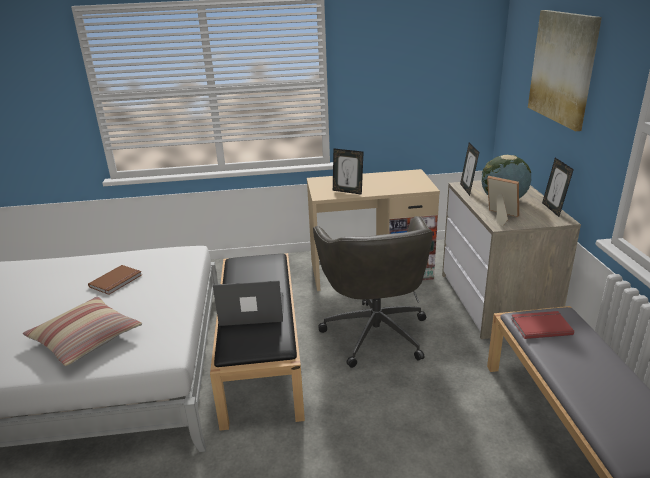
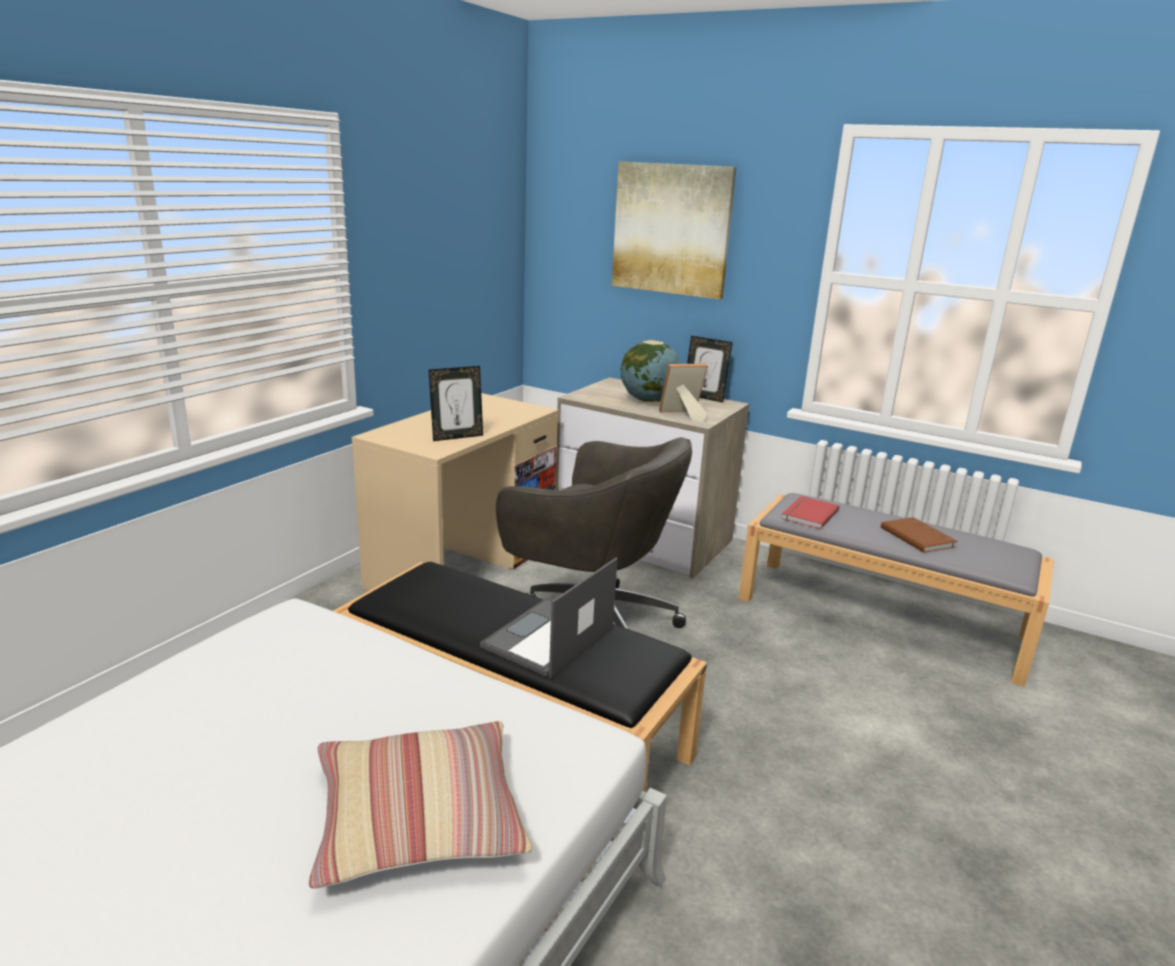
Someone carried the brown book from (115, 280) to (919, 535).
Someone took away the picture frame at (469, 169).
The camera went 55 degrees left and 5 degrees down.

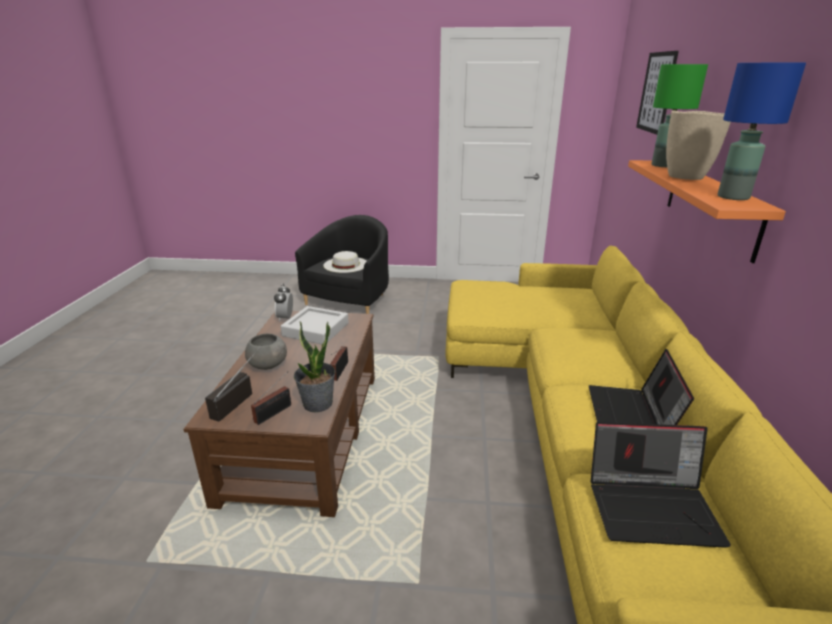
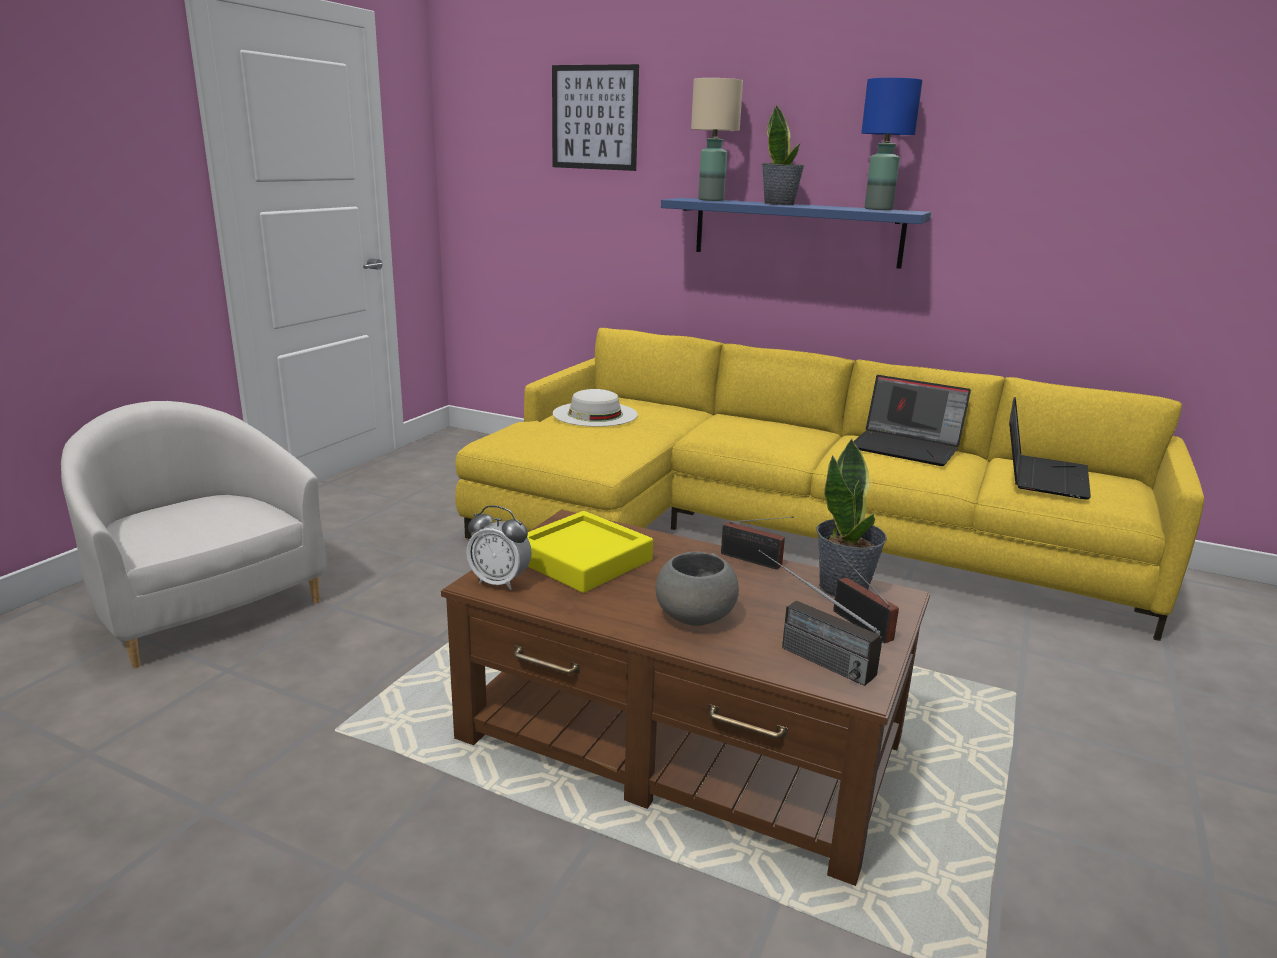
Someone repainted the black armchair at (342, 264), which became the white armchair at (193, 534).
Someone repainted the grey tray at (314, 325), which became the yellow tray at (590, 552).
Someone carried the white hat from (345, 262) to (595, 408).
Someone repainted the orange shelf at (707, 211), which became the blue shelf at (796, 233).
Someone repainted the green table lamp at (680, 115), which became the beige table lamp at (717, 139).
Someone swapped the beige vase at (698, 145) for the potted plant at (783, 155).
The camera went 70 degrees left and 5 degrees down.

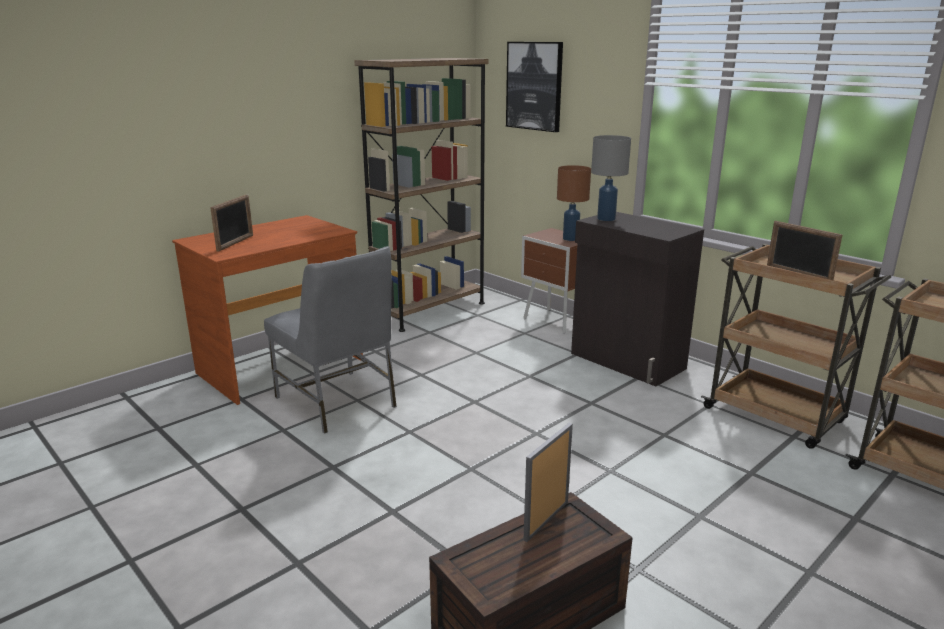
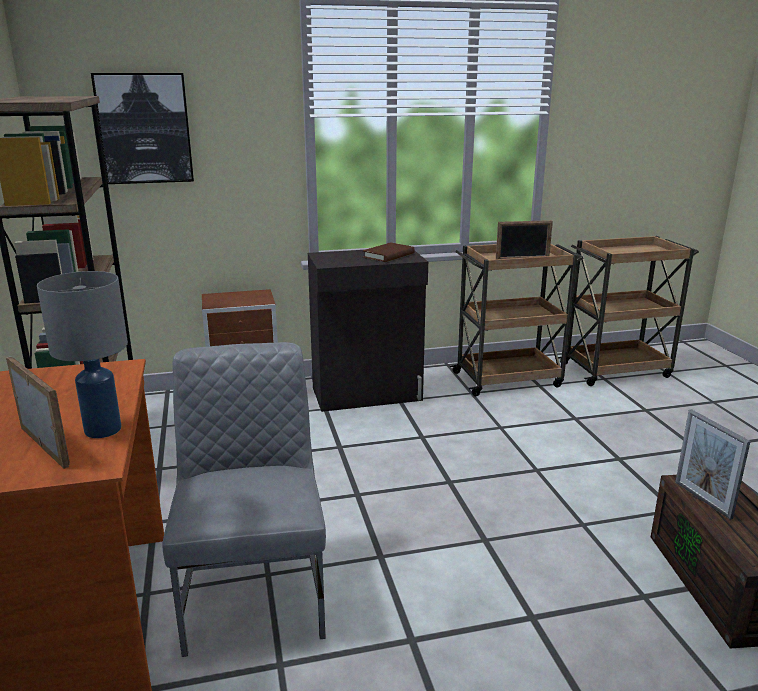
Someone carried the grey table lamp from (611, 178) to (82, 354).
Someone rotated the grey chair at (330, 340) by 90 degrees counterclockwise.
Someone put down the brown book at (389, 252).
Someone took away the brown table lamp at (574, 203).
The camera went 60 degrees left and 0 degrees up.

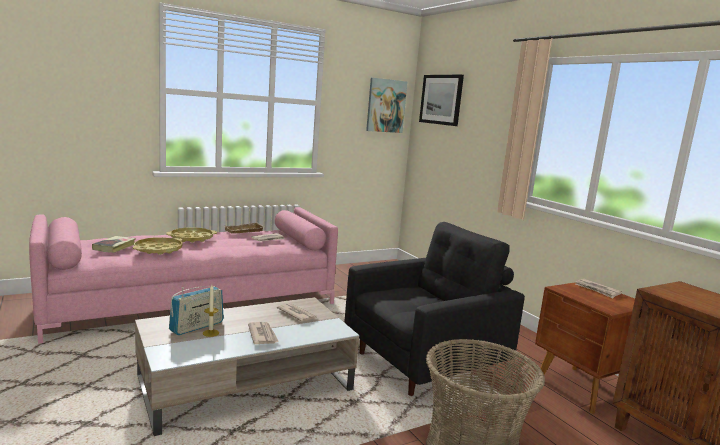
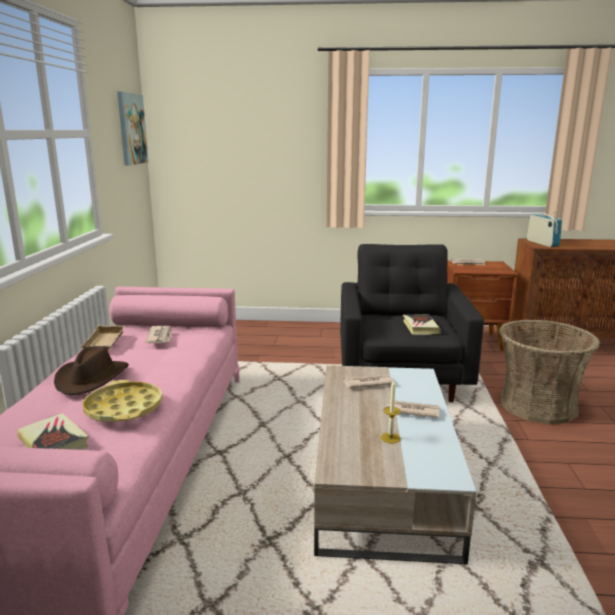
Someone swapped the yellow tray at (191, 235) for the brown hat at (91, 370).
Someone put down the book at (422, 324).
Someone carried the radio from (196, 310) to (544, 229).
Someone took away the picture at (441, 100).
The camera went 55 degrees left and 5 degrees up.

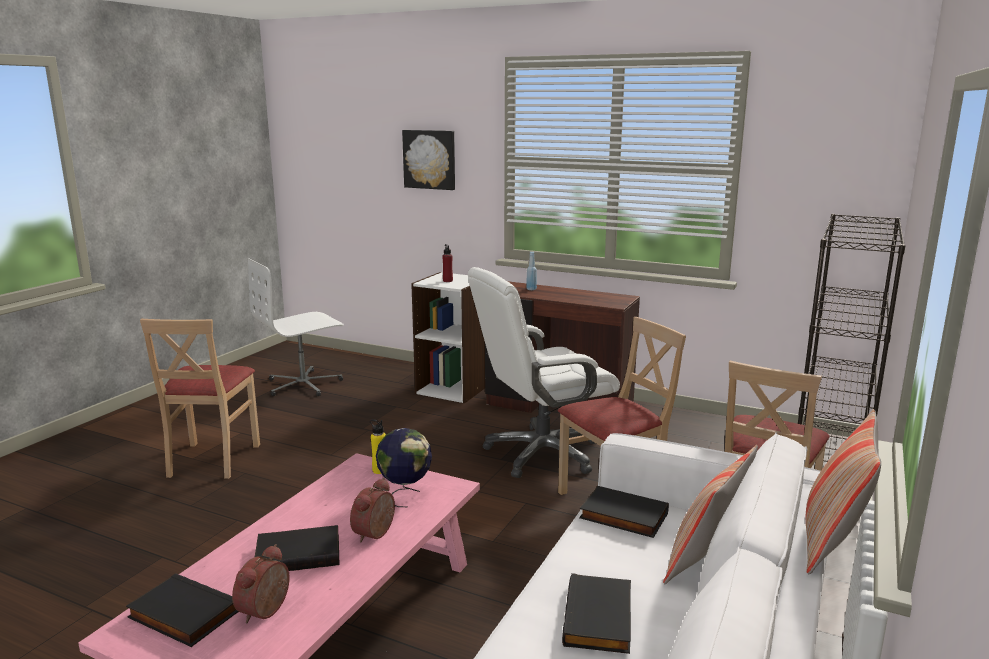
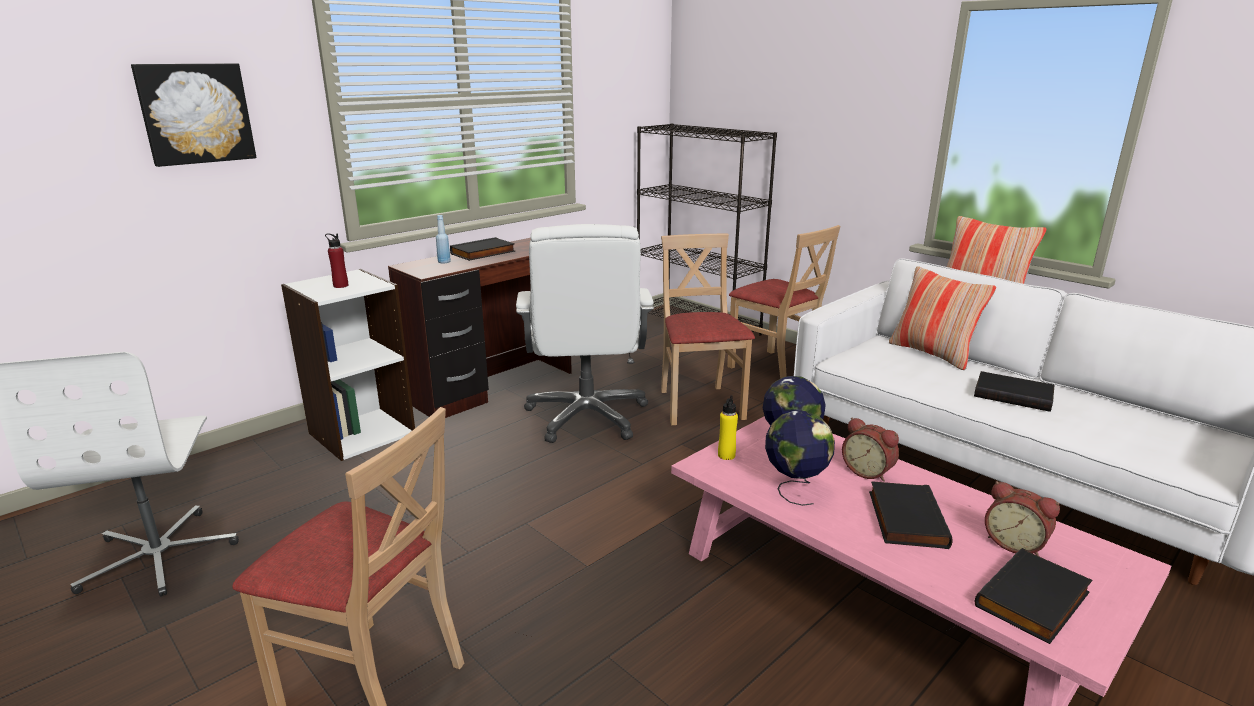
Someone carried the black book from (624, 512) to (482, 249).
Someone put down the globe at (800, 458).
The camera went 70 degrees left and 5 degrees up.

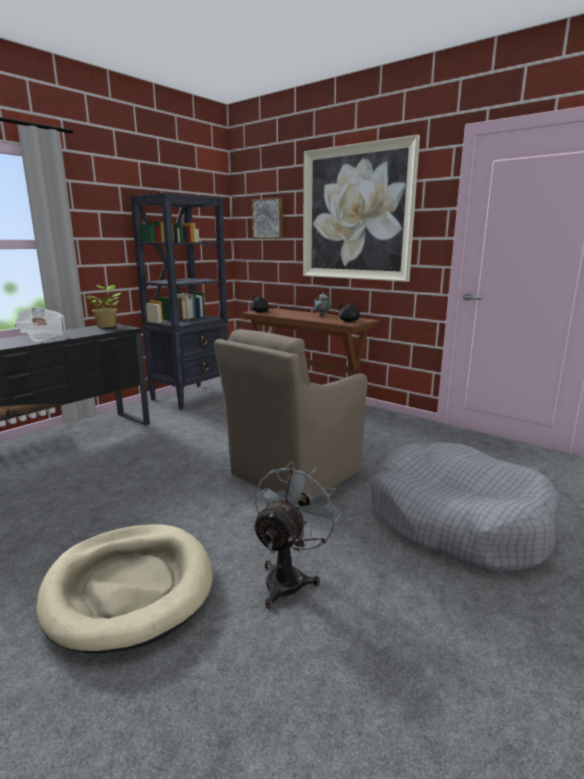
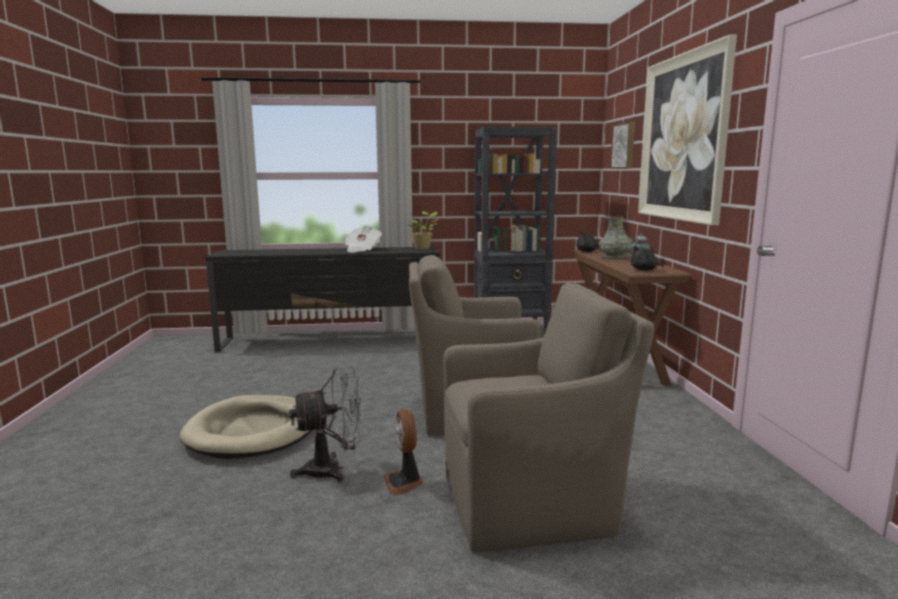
Someone put down the fan at (404, 452).
Someone swapped the grey dog bed at (465, 507) for the brown armchair at (548, 417).
Someone put down the grey vase at (616, 238).
The camera went 45 degrees right and 5 degrees down.

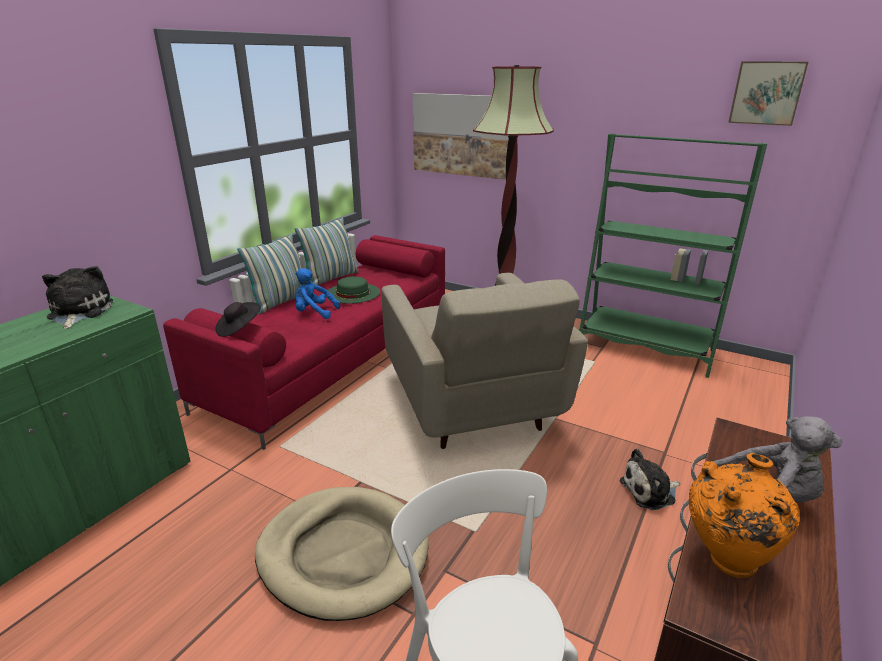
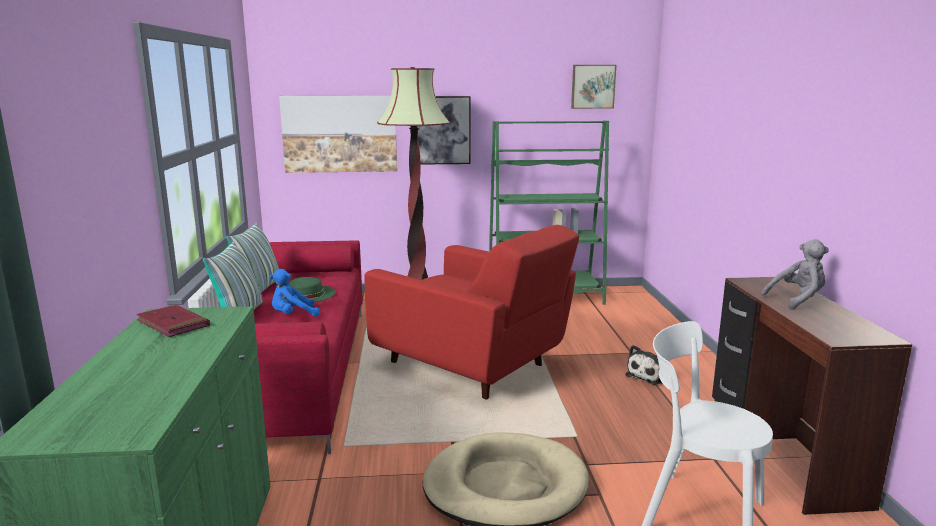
Someone swapped the plush toy at (77, 297) for the red book at (173, 321).
Someone repainted the beige armchair at (485, 361), which became the red armchair at (471, 312).
Someone put up the picture at (444, 130).
Someone took away the black hat at (238, 319).
Someone took away the orange vase at (744, 515).
The camera went 35 degrees left and 10 degrees down.

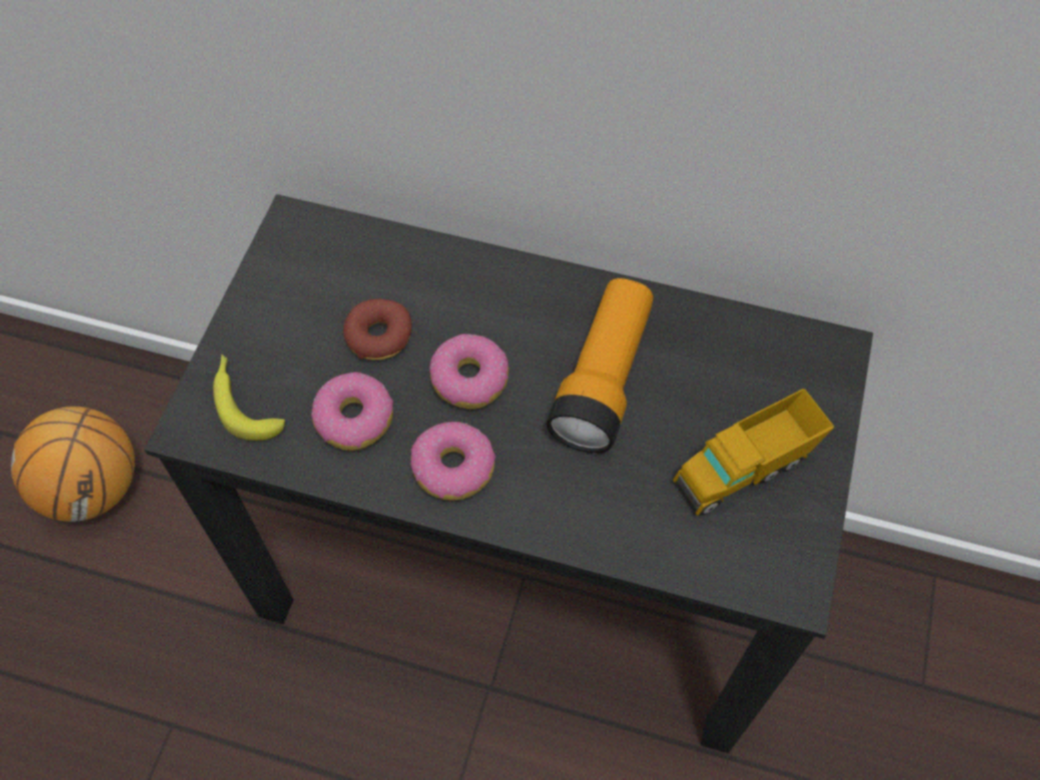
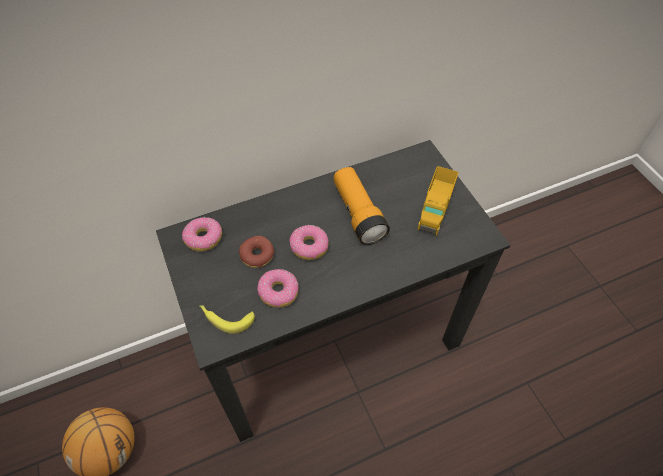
Someone carried the donut from (453, 461) to (202, 234).
The camera went 40 degrees left and 5 degrees down.

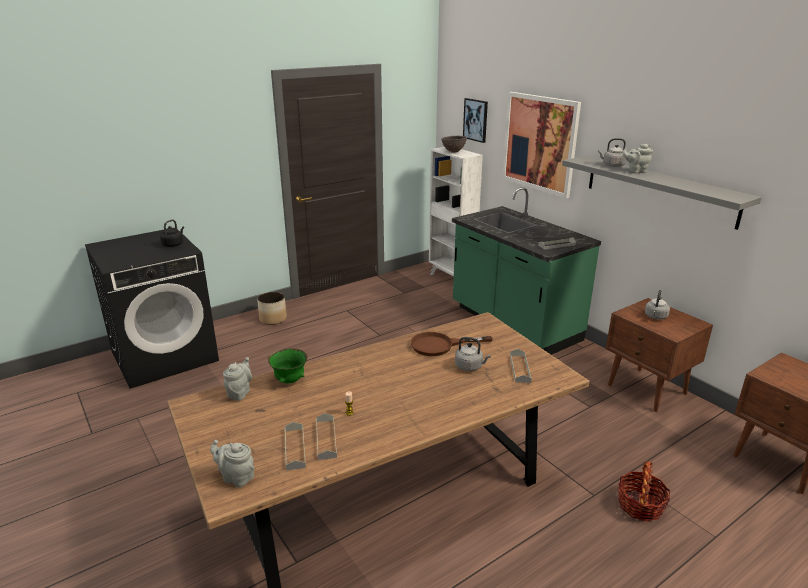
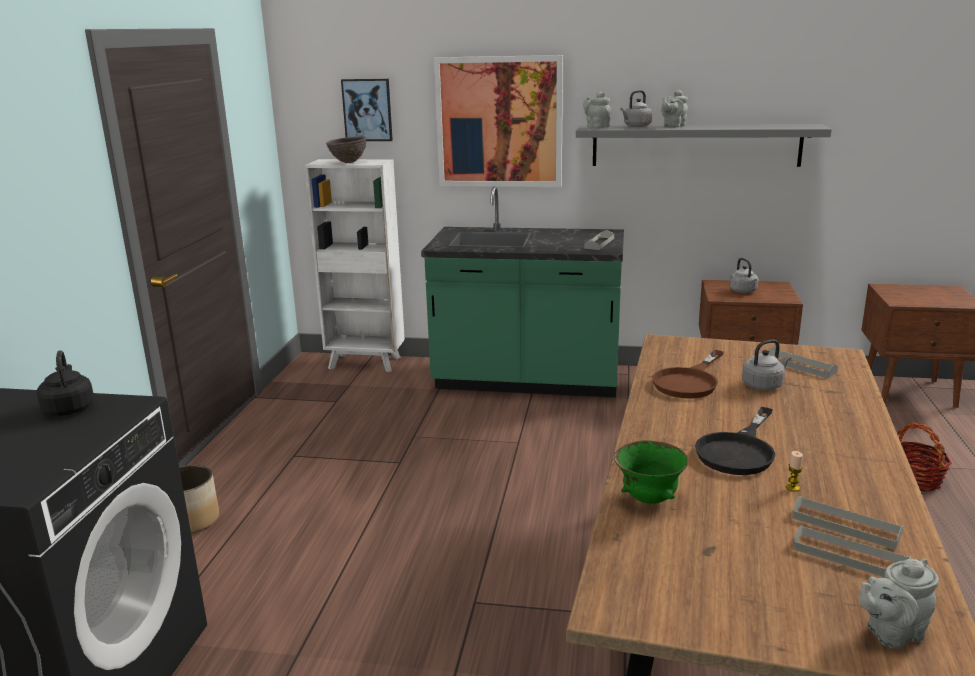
Someone carried the grey teapot from (237, 379) to (597, 110).
Someone put down the black frying pan at (735, 441).
The camera went 45 degrees left and 5 degrees down.

